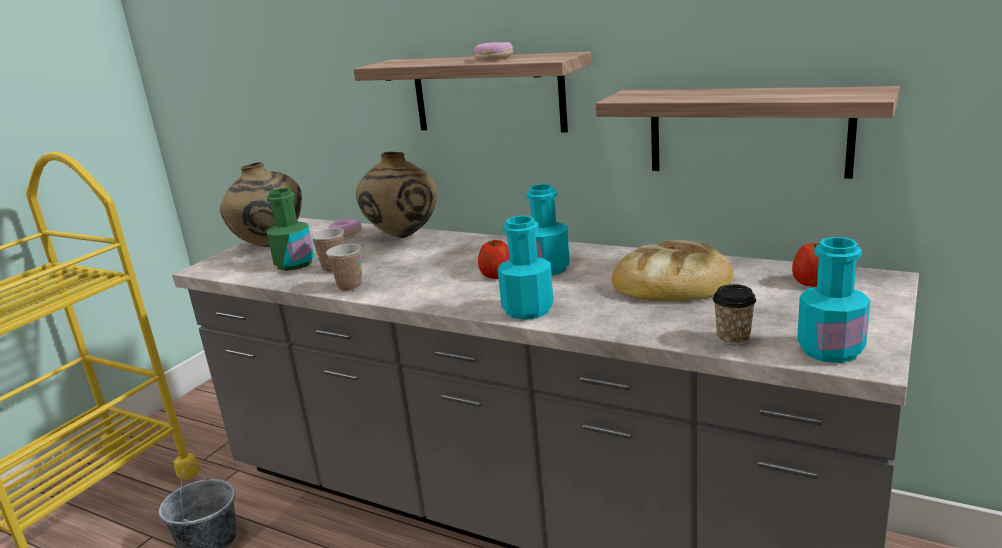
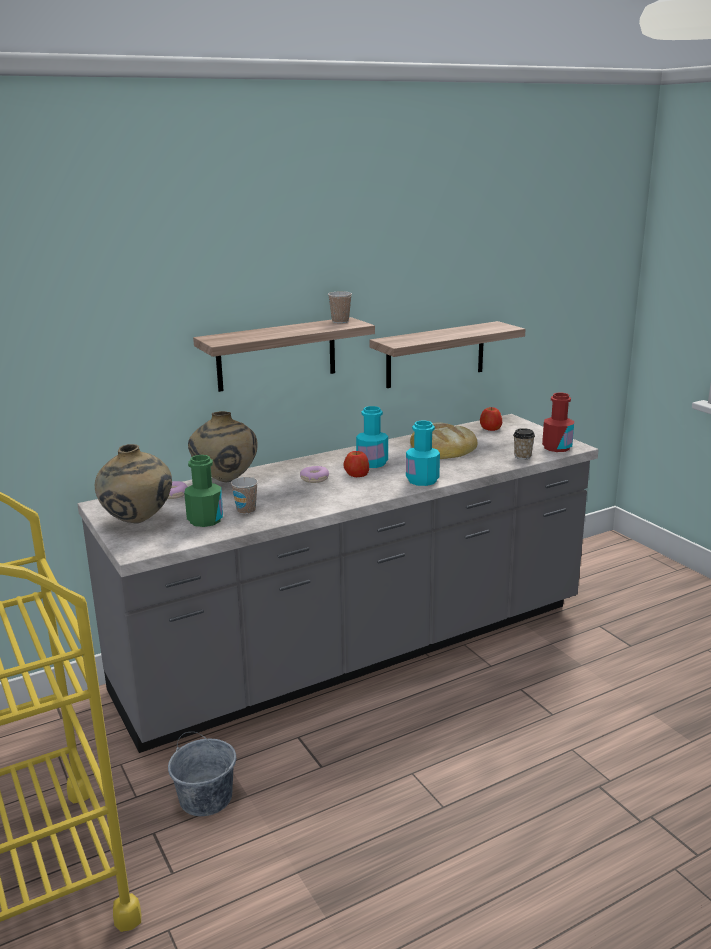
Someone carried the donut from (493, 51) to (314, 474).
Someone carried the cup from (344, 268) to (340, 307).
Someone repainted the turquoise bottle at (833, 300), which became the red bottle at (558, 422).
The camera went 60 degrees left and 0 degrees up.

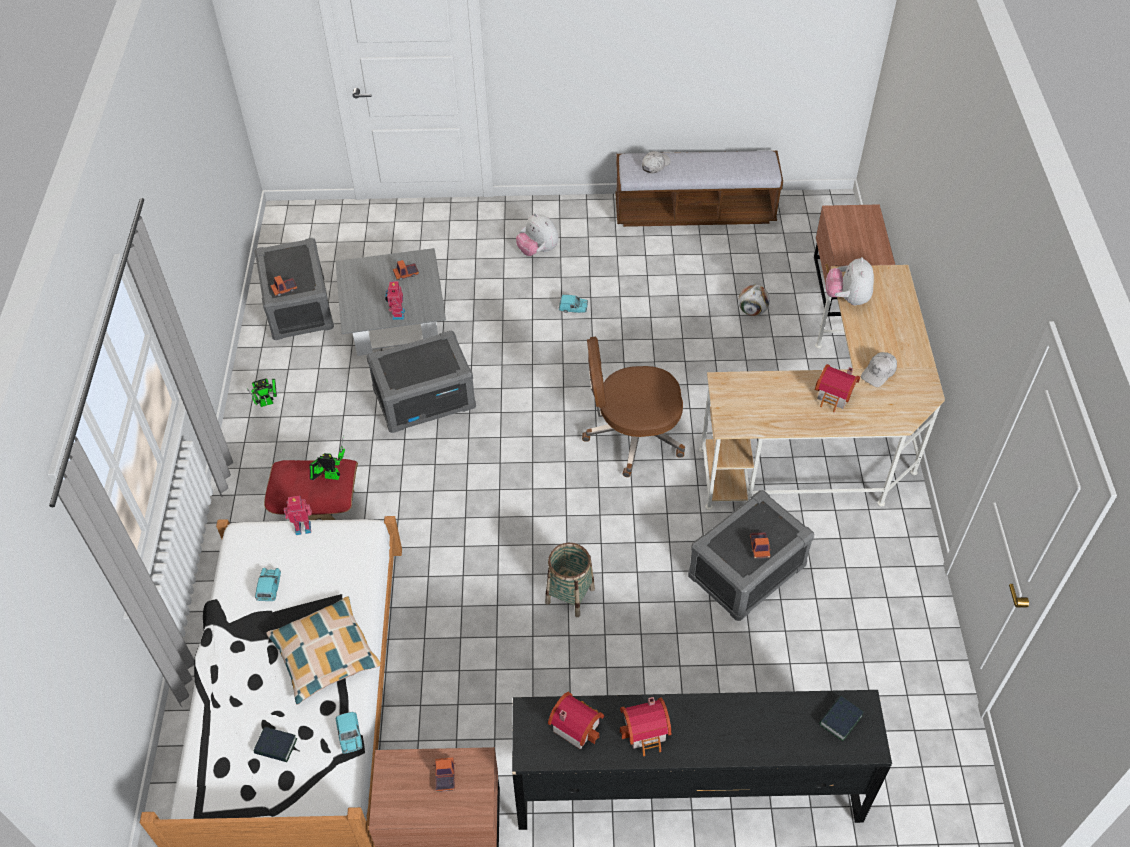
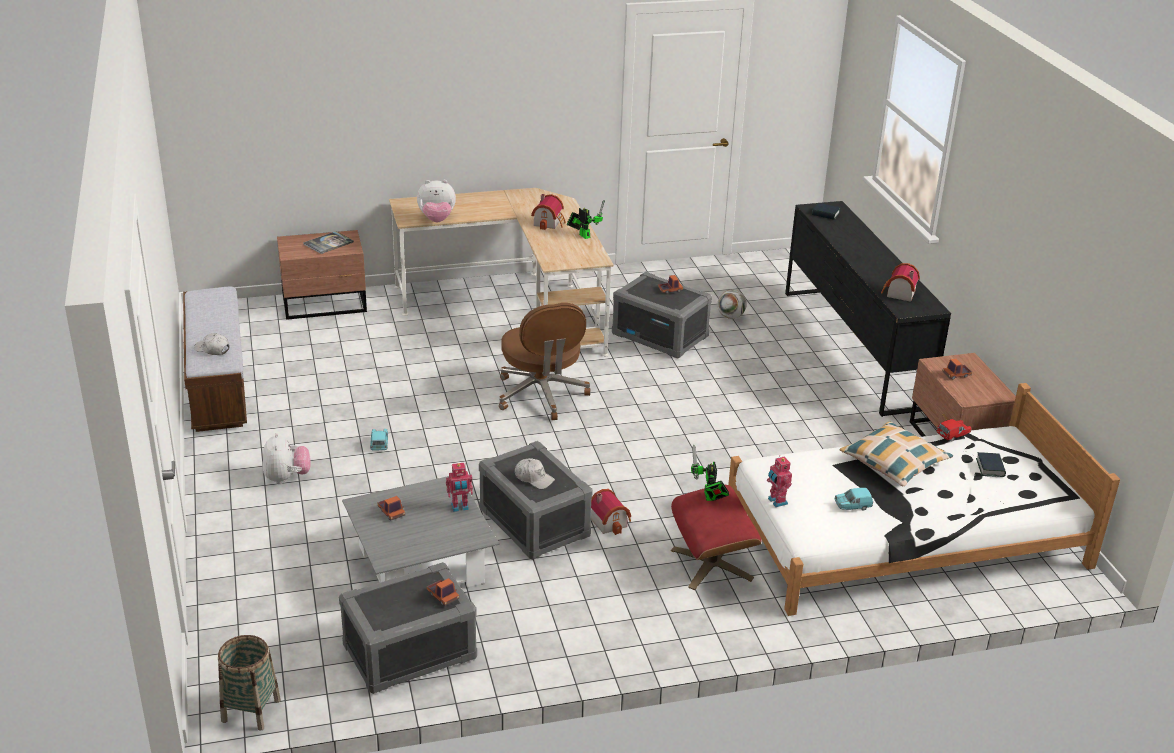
Someone carried the basket from (570, 580) to (249, 682).
Someone rotated the plush toy at (537, 234) by 45 degrees counterclockwise.
Someone put down the book at (328, 242).
Someone carried the white cap from (879, 369) to (535, 473).
Someone carried the toy robot from (262, 392) to (586, 219).
Someone carried the toy house from (645, 726) to (611, 512).
Someone carried the football from (754, 300) to (732, 304).
Someone repainted the turquoise toy car at (349, 733), which became the red toy car at (954, 430).
The camera went 105 degrees left and 20 degrees down.

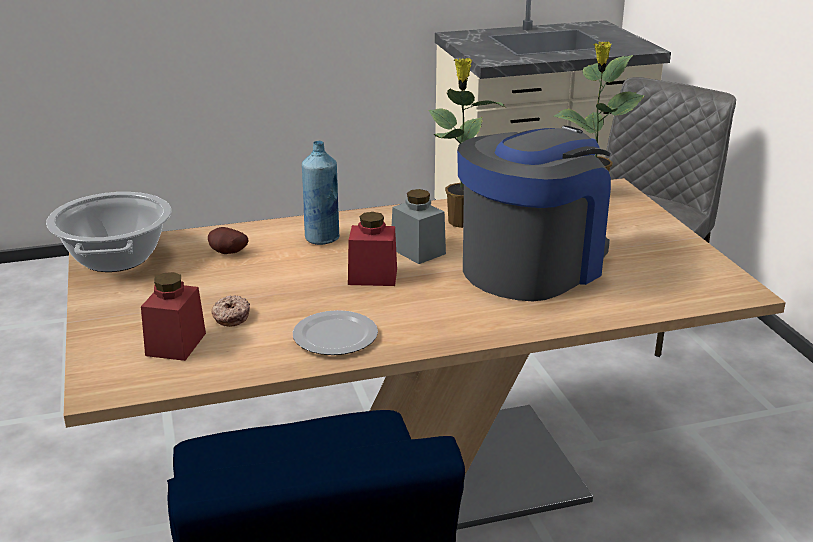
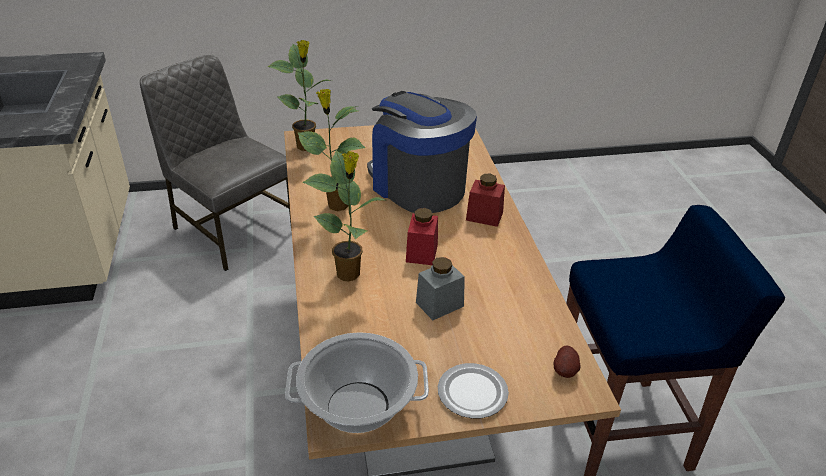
Someone swapped the blue bottle at (320, 193) for the potted plant at (343, 215).
Someone carried the grey jar from (419, 226) to (440, 288).
Someone carried the plate from (335, 332) to (473, 390).
Someone carried the red jar from (173, 316) to (485, 200).
Someone carried the potato from (228, 240) to (566, 361).
Someone took away the donut at (230, 311).
The camera went 85 degrees left and 10 degrees up.

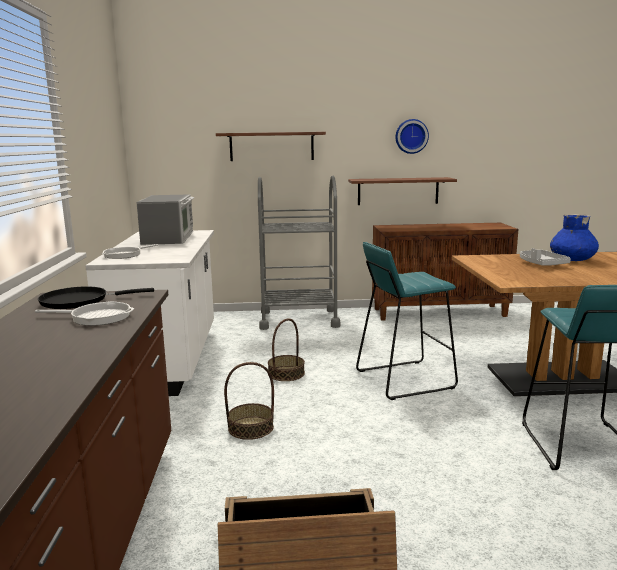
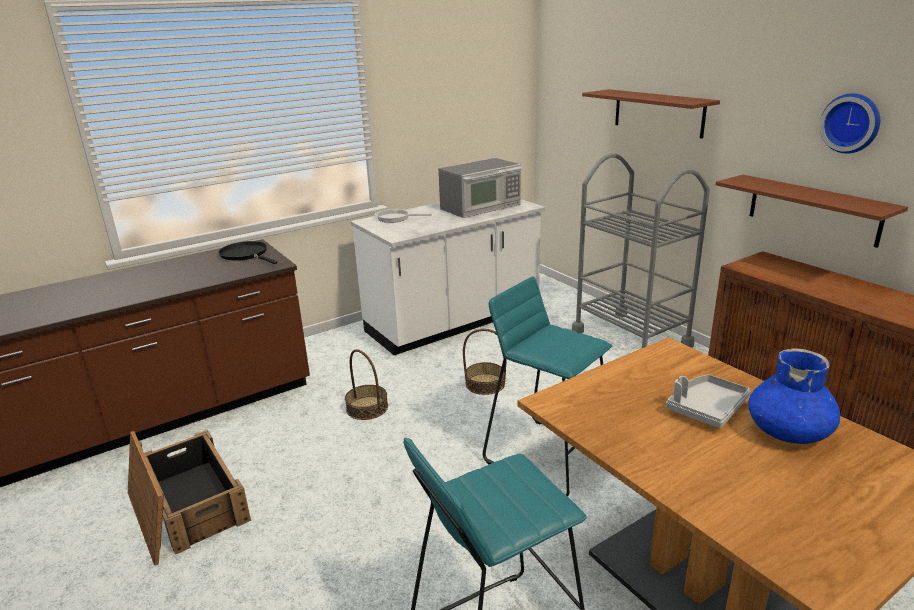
Someone took away the frying pan at (84, 313).
The camera went 60 degrees right and 10 degrees up.

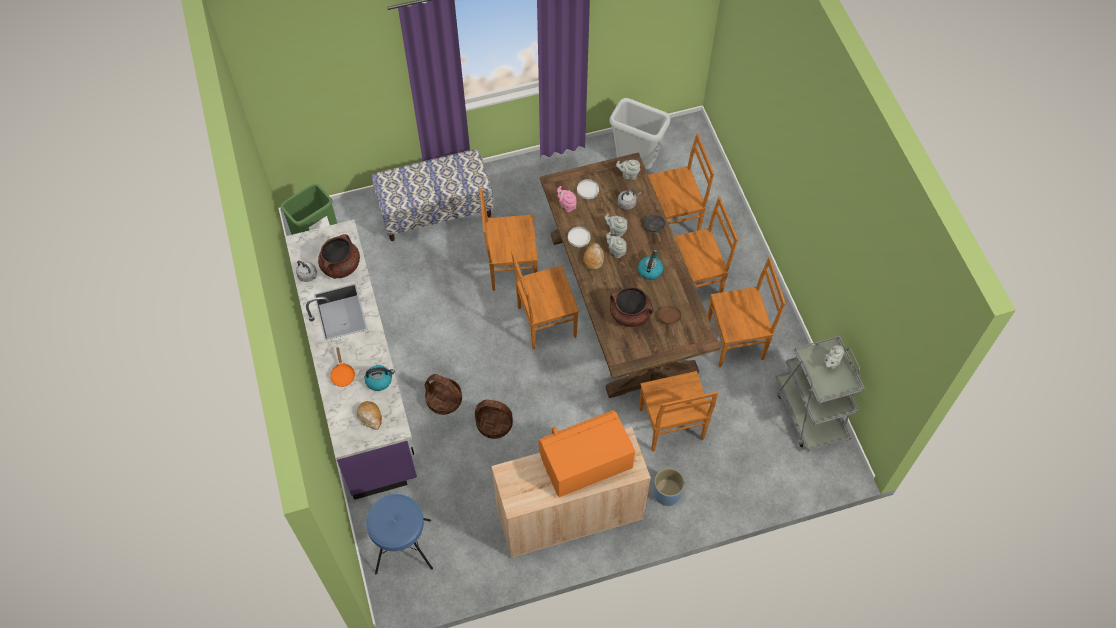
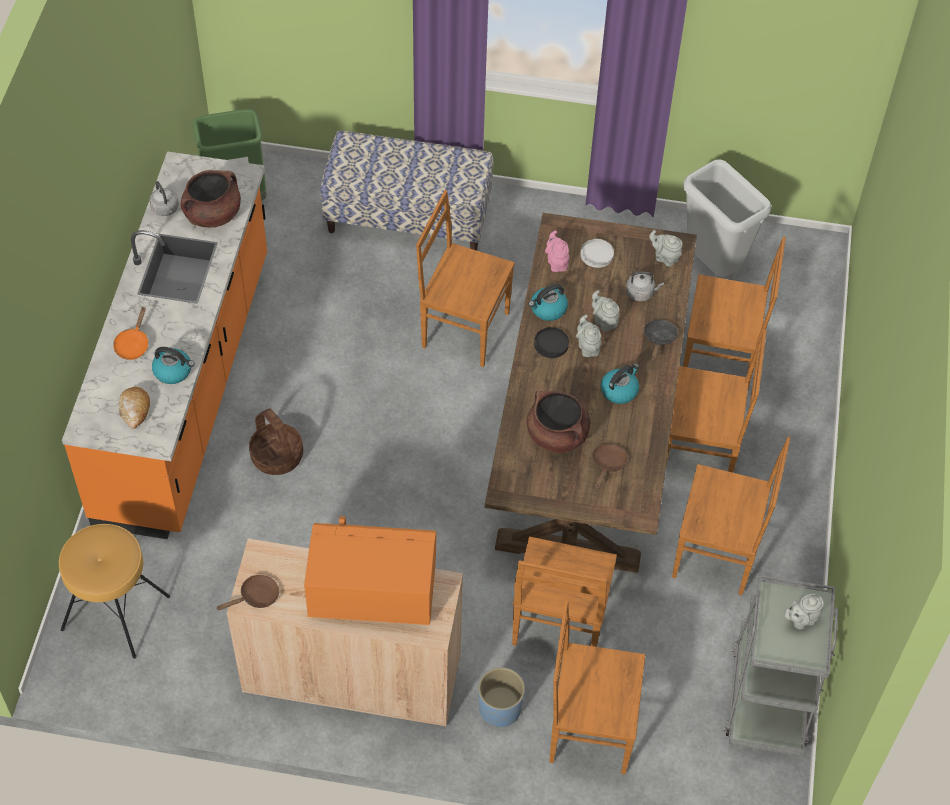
Someone repainted the blue stool at (399, 534), which became the brown stool at (114, 591).
Someone repainted the purple counter at (351, 360), which became the orange counter at (164, 345).
Someone put down the brown frying pan at (248, 592).
Someone swapped the white plate at (579, 236) for the kettle at (548, 302).
Someone swapped the bread at (593, 256) for the black plate at (551, 342).
Someone carried the brown chair from (545, 299) to (597, 687).
Someone took away the basket at (494, 419).
The camera went 25 degrees right and 5 degrees down.

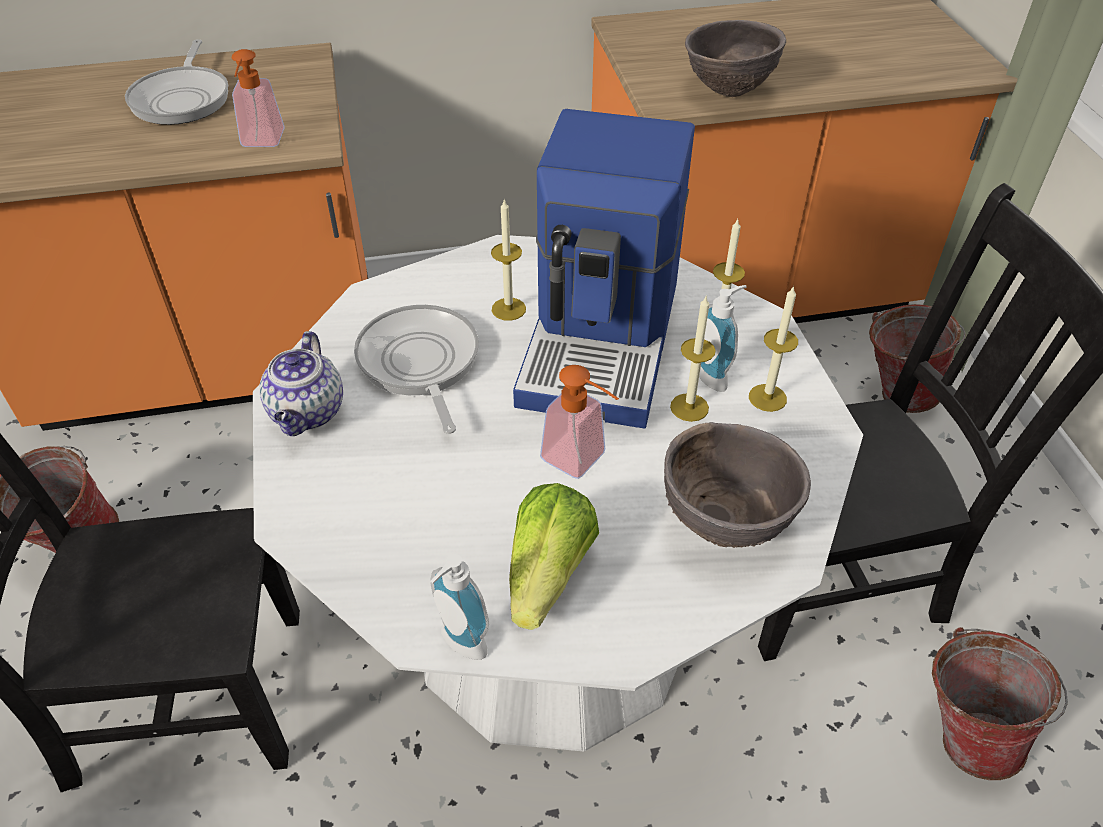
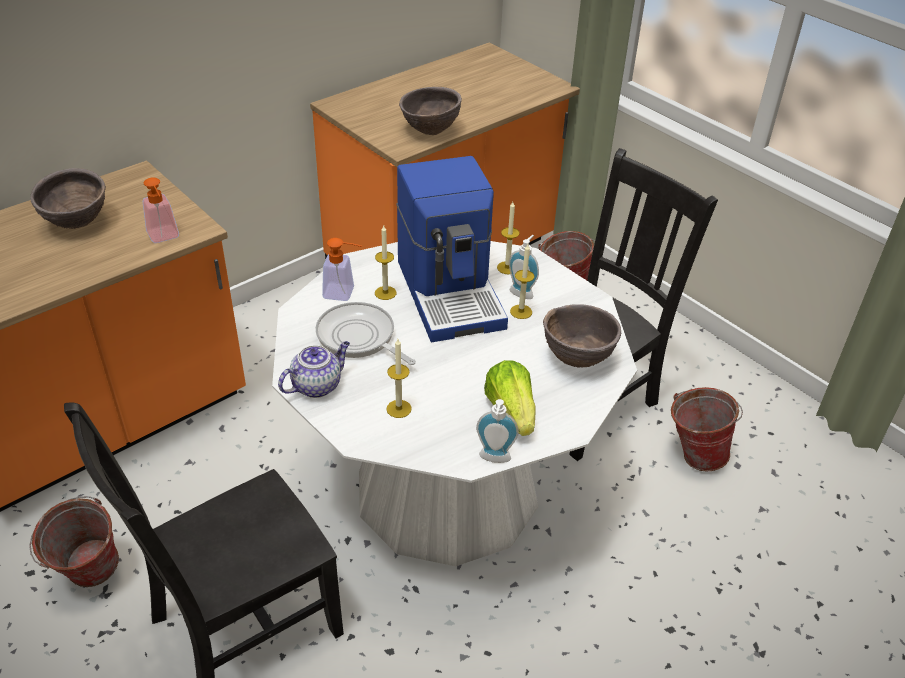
Someone swapped the frying pan at (176, 82) for the brown bowl at (68, 198).
Someone rotated the teapot at (301, 383) by 105 degrees counterclockwise.
Someone carried the soap dispenser from (579, 422) to (342, 269).
Someone carried the candle from (773, 349) to (399, 378).
The camera went 30 degrees left and 5 degrees down.

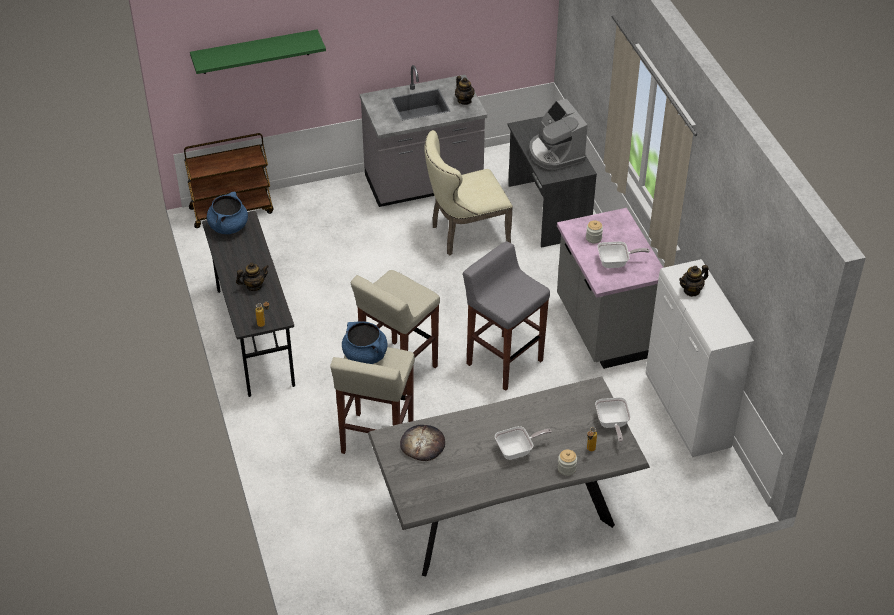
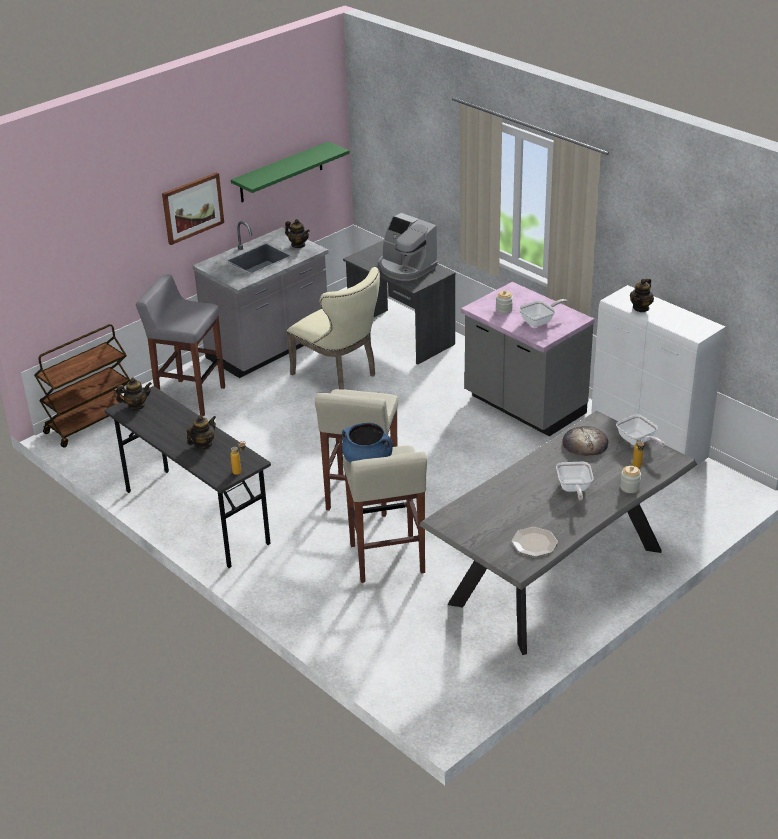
Someone swapped the blue cooking pot at (227, 213) for the teapot at (134, 394).
Someone carried the grey stool from (506, 316) to (180, 345).
Someone put up the picture at (193, 208).
Someone carried the green shelf from (258, 51) to (290, 172).
Someone rotated the beige chair at (468, 192) by 90 degrees counterclockwise.
Someone put down the plate at (534, 542).
Someone rotated the frying pan at (523, 443) by 135 degrees clockwise.
Someone carried the bread from (422, 443) to (585, 441).
The camera went 25 degrees left and 10 degrees down.

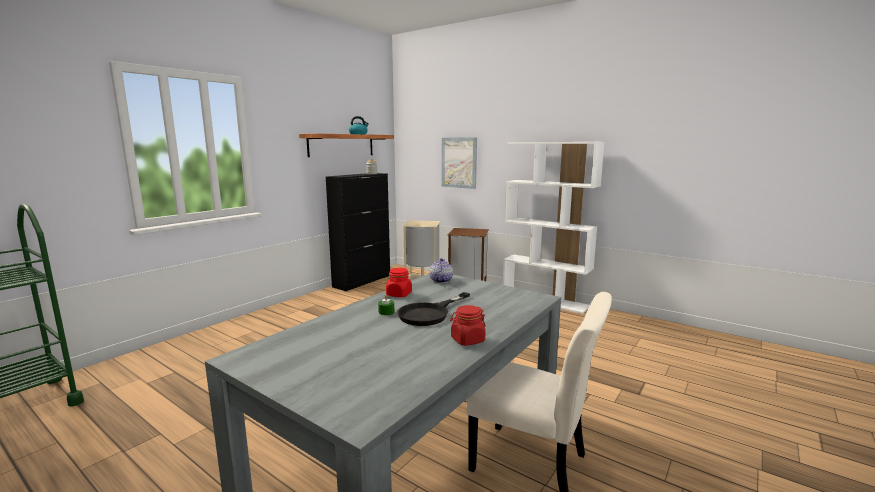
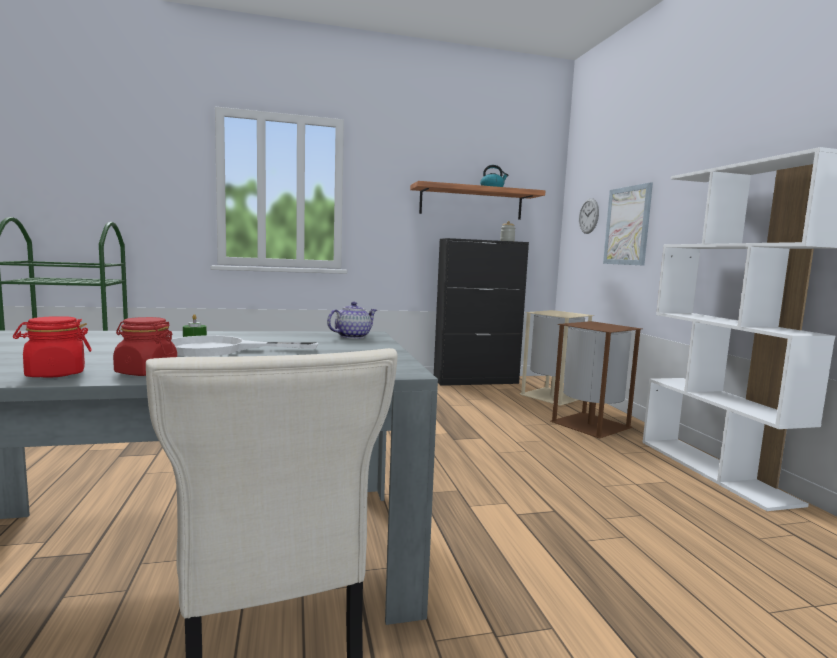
Someone carried the red jar from (399, 282) to (52, 347).
Someone repainted the black frying pan at (434, 309), which became the white frying pan at (244, 346).
Someone put up the wall clock at (589, 216).
The camera went 40 degrees right and 5 degrees down.

